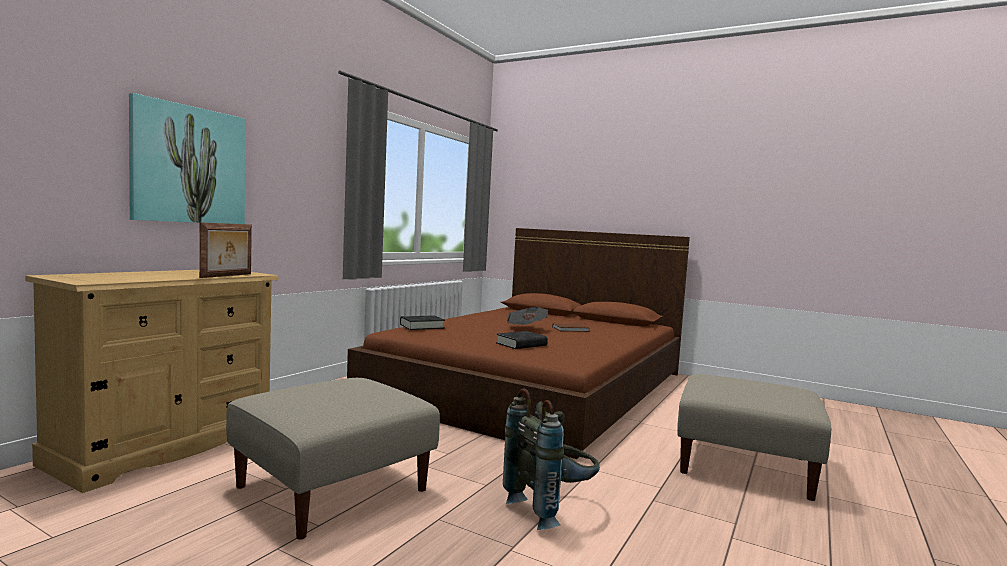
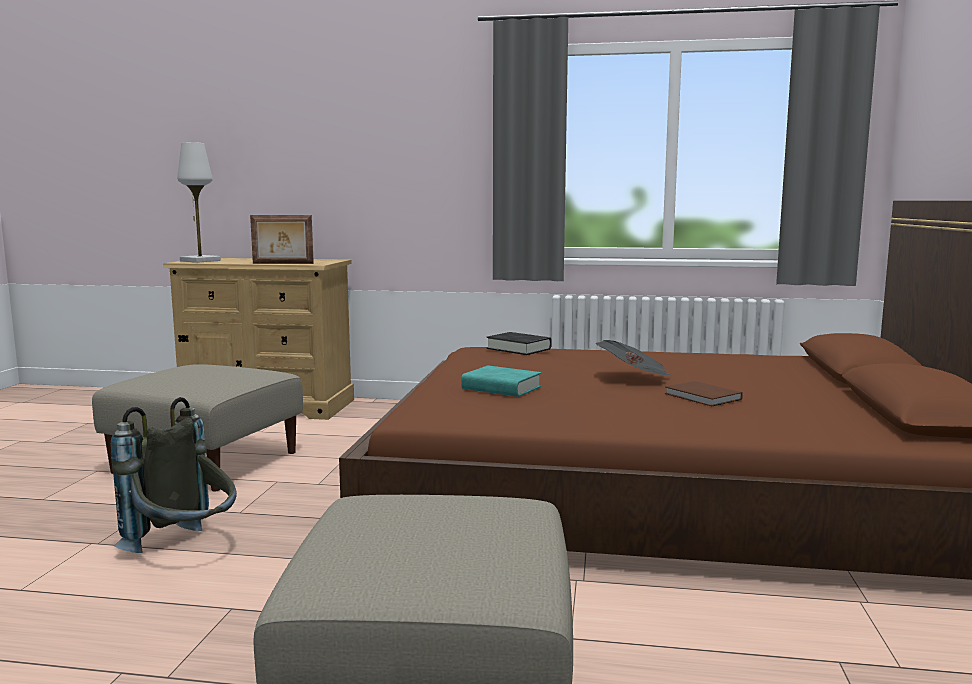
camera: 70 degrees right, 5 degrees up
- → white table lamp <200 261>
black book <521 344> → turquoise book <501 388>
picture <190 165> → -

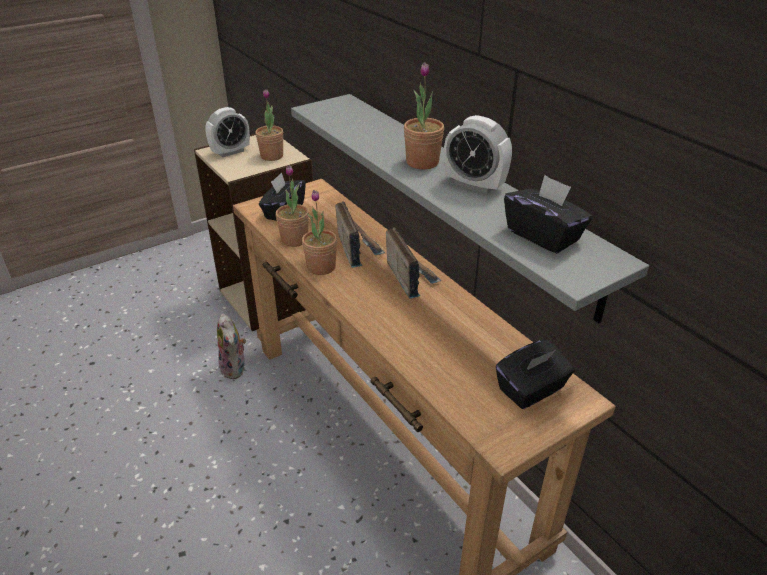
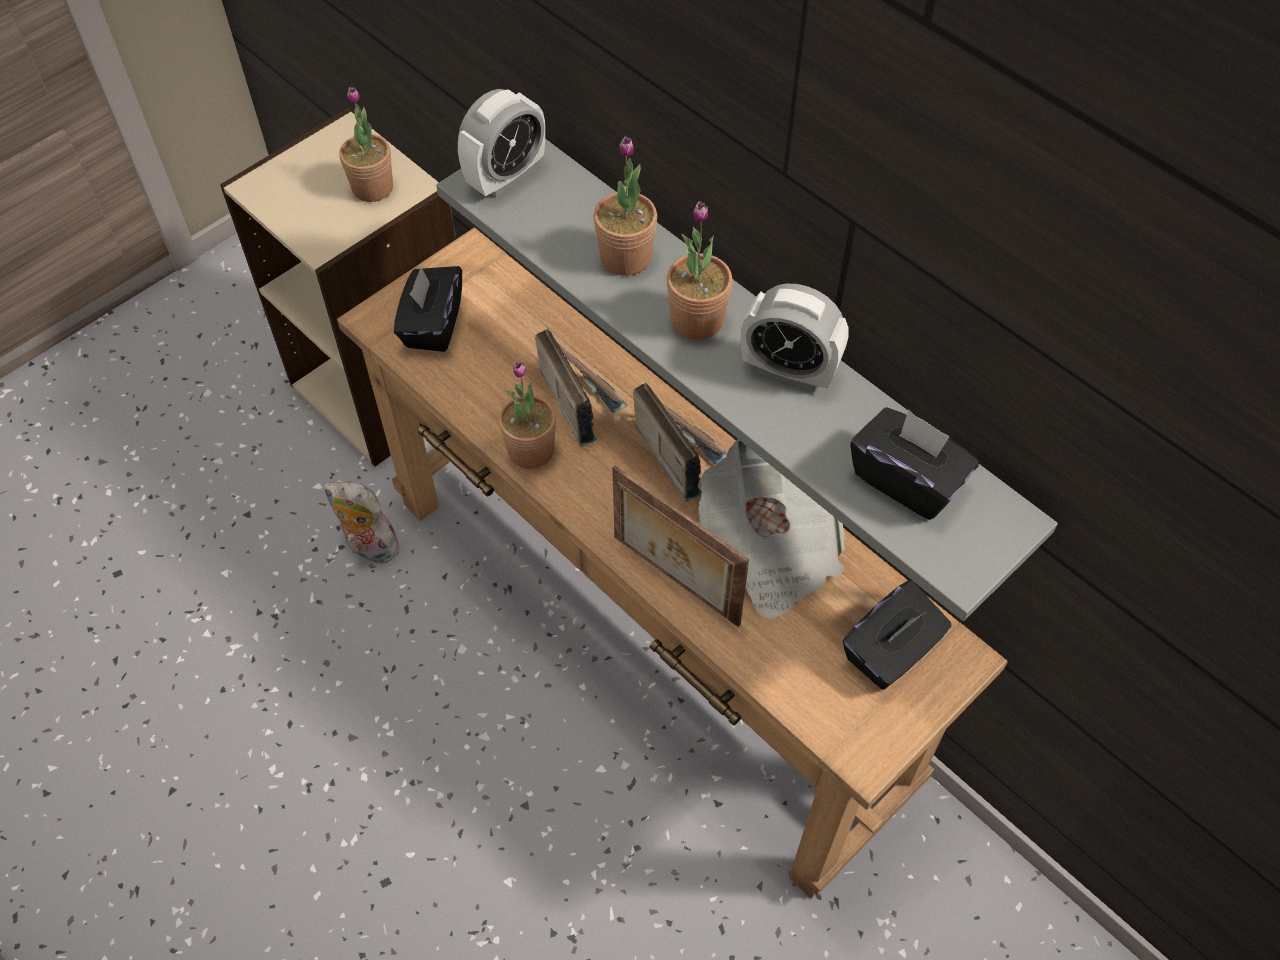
camera: 10 degrees left, 20 degrees up
plush toy <235 368> → plush toy <368 547>, 150 degrees clockwise
alarm clock <230 152> → alarm clock <506 177>, move
potted plant <294 240> → potted plant <625 257>, move
- → picture frame <674 582>
- → newspaper <769 548>

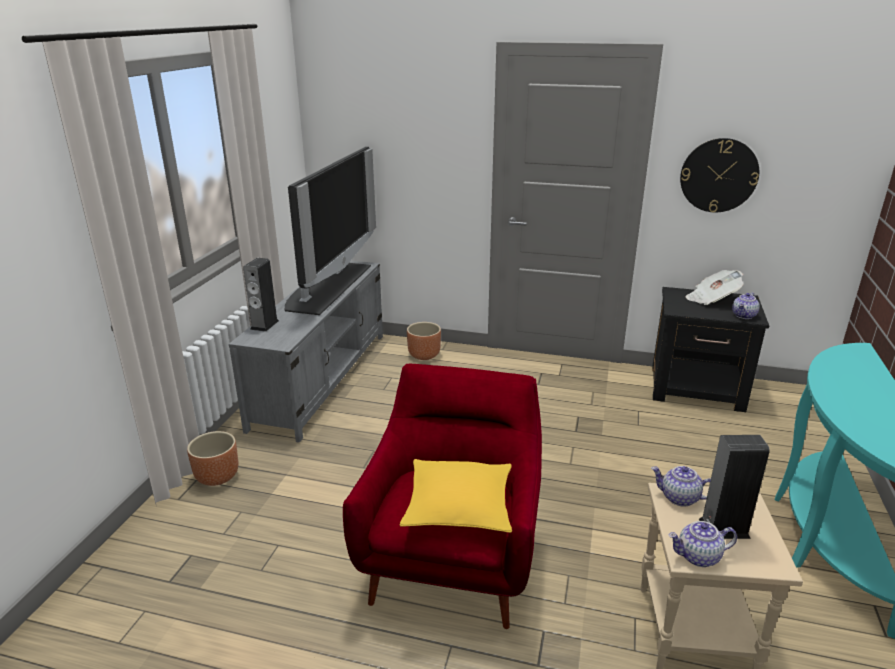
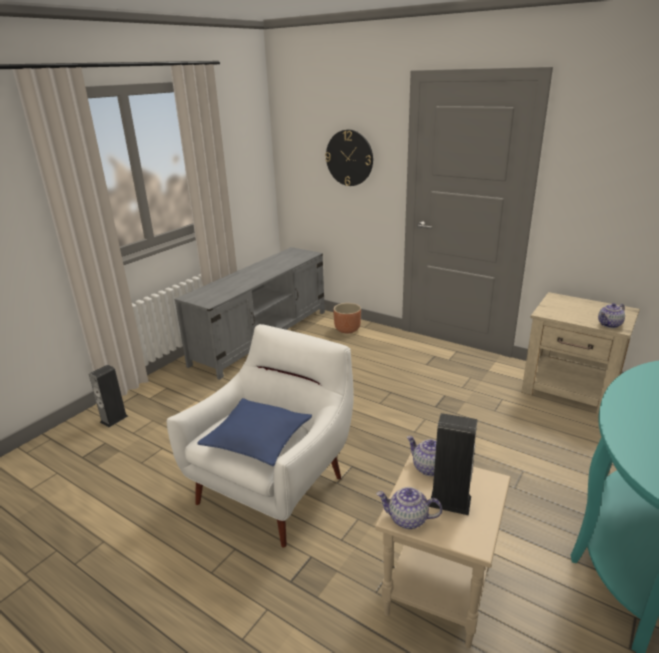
camera: 20 degrees right, 0 degrees up
speaker <264 325> → speaker <114 419>, move
red armchair <452 559> → white armchair <275 485>
yellow pillow <458 506> → blue pillow <257 439>
wall clock <718 175> → wall clock <349 158>, move
black nightstand <698 389> → beige nightstand <571 390>
brown planter <218 476> → -
television <328 286> → -
newspaper <711 299> → -

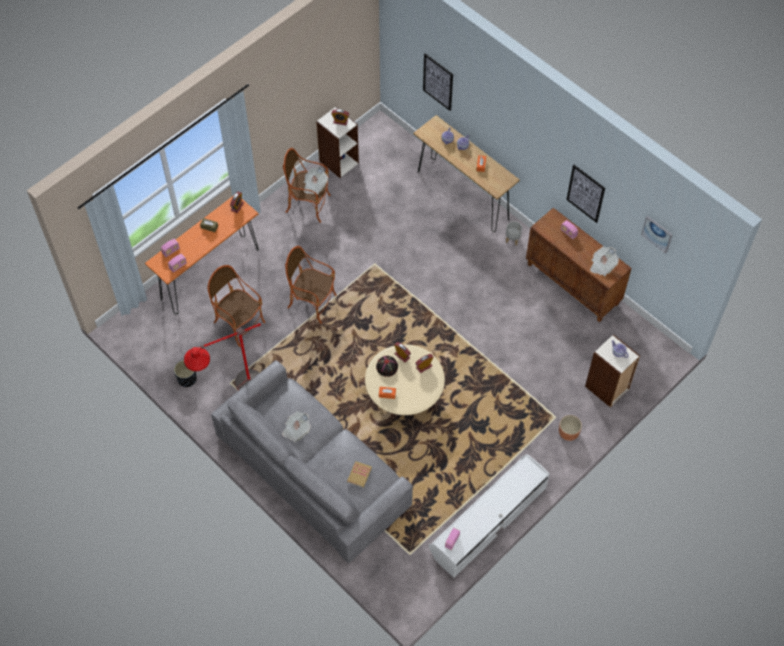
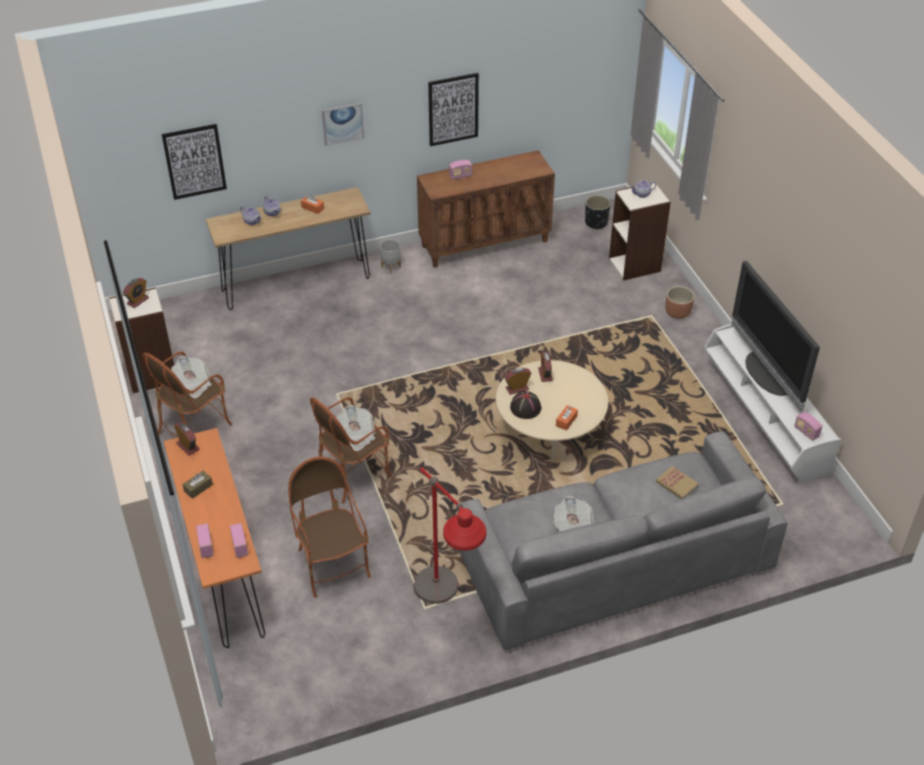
camera: 65 degrees left, 15 degrees down
armchair <239 324> → armchair <332 565>, 90 degrees clockwise
picture <657 234> → picture <342 123>, move
newspaper <602 265> → newspaper <356 435>, move
black planter <187 379> → black planter <596 223>, move
- → television <766 374>

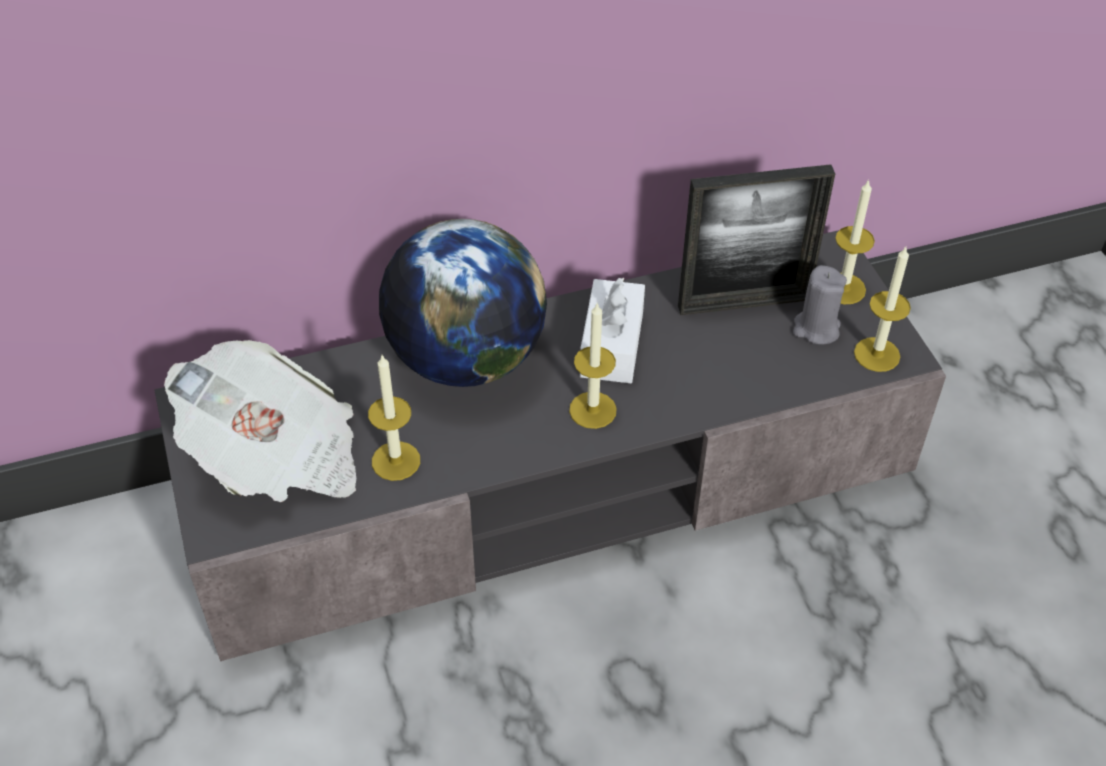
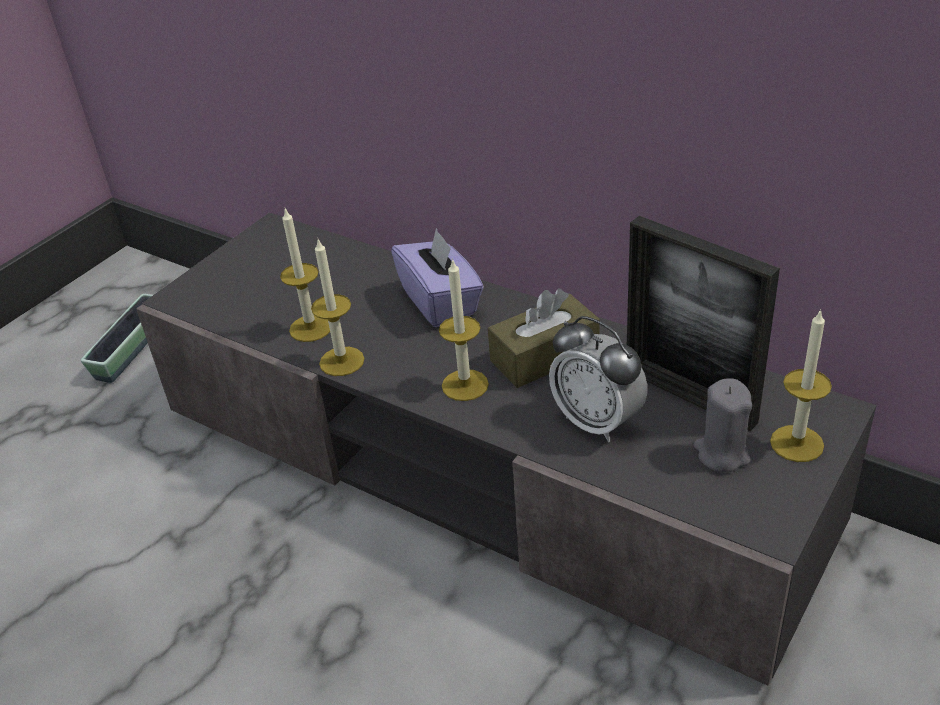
camera: 55 degrees right, 10 degrees down
- → planter <132 349>
candle <877 354> → candle <341 361>, move
globe <465 359> → purple tissue box <440 302>
white tissue box <611 345> → brown tissue box <544 356>
- → alarm clock <597 422>
newspaper <276 456> → -

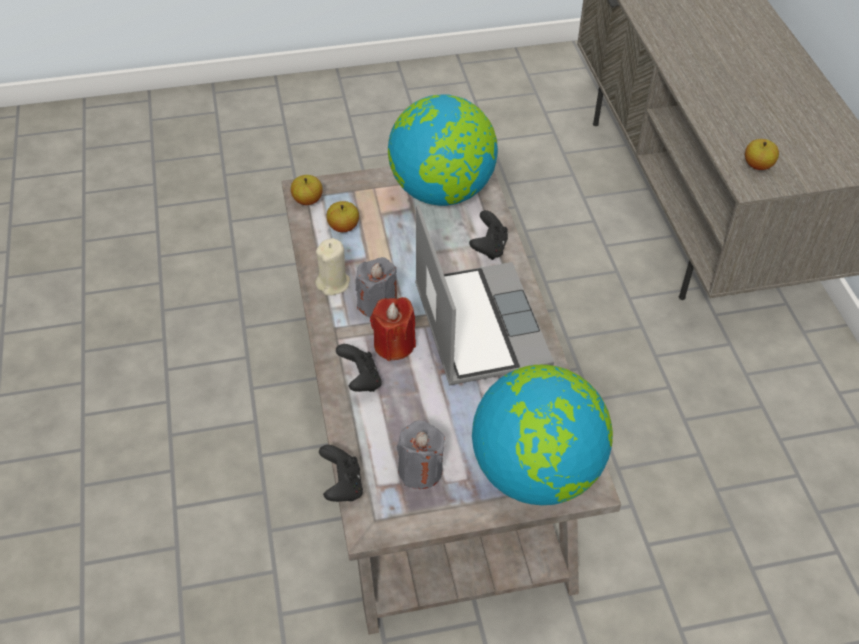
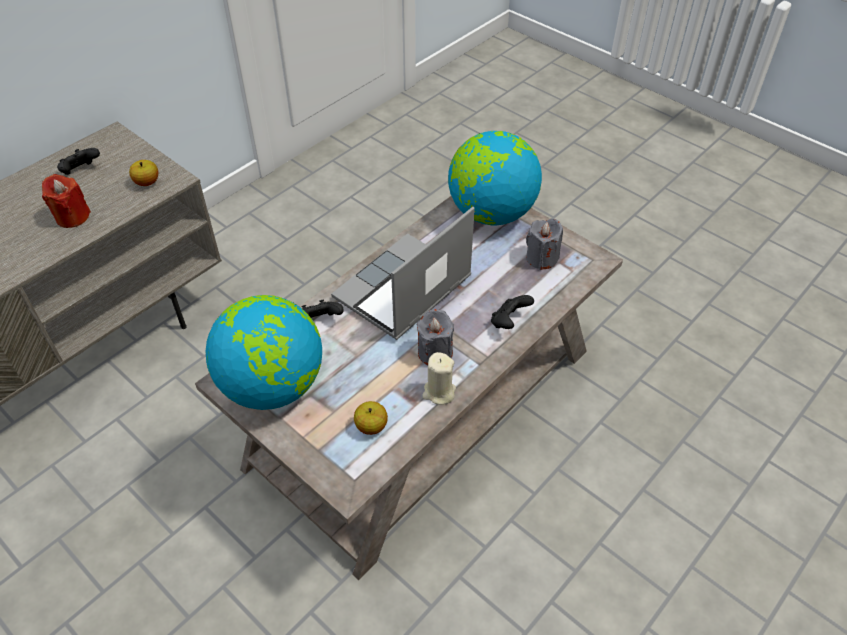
camera: 125 degrees left, 0 degrees up
red candle <394 345> → red candle <72 217>, move
black game controller <342 486> → black game controller <81 171>, move
apple <307 200> → -

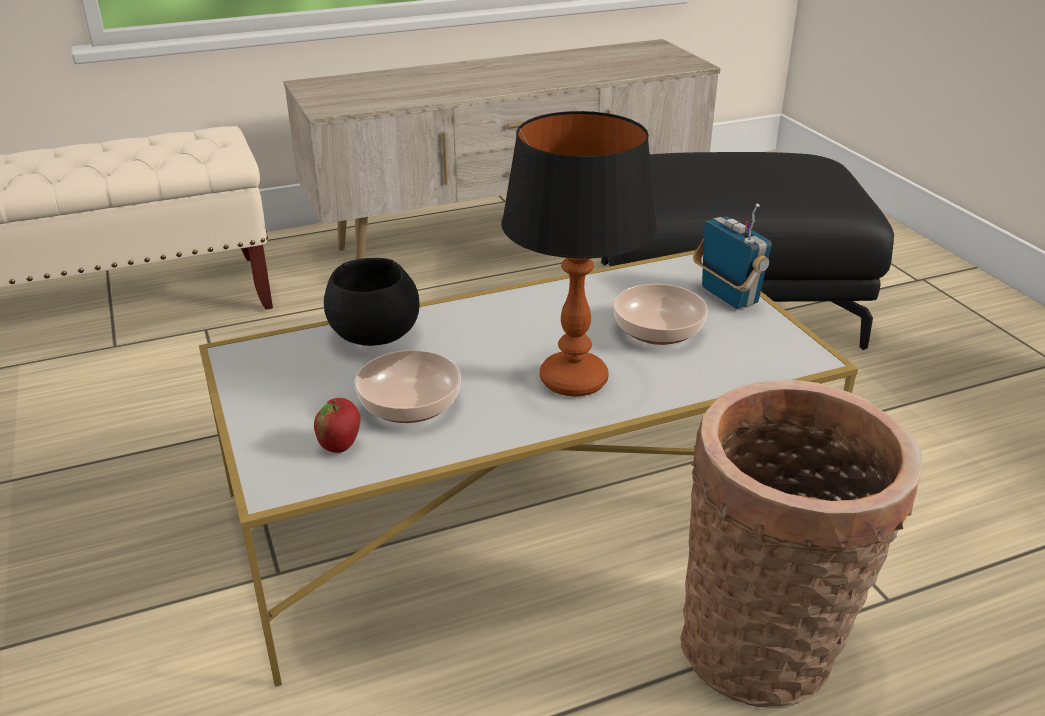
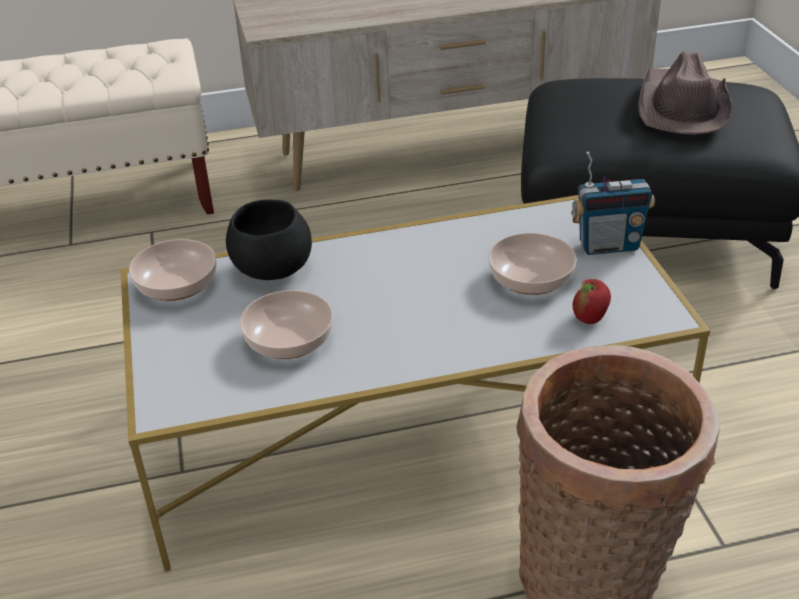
camera: 10 degrees right, 5 degrees up
- → bowl <178 285>
radio <728 296> → radio <608 245>, 105 degrees clockwise
apple <340 446> → apple <590 318>, move
- → brown hat <682 106>
table lamp <572 380> → -

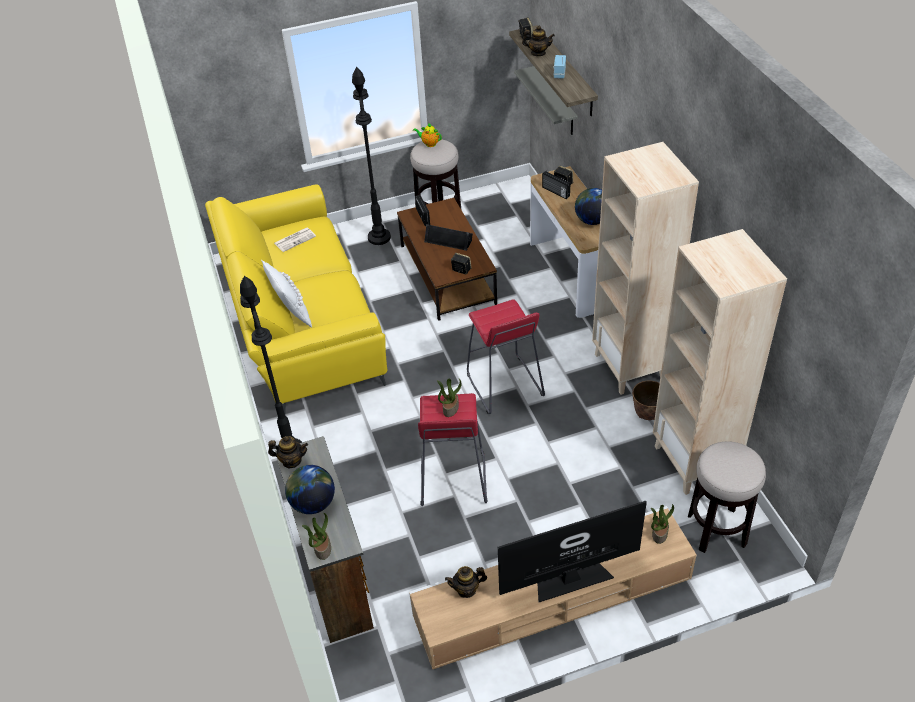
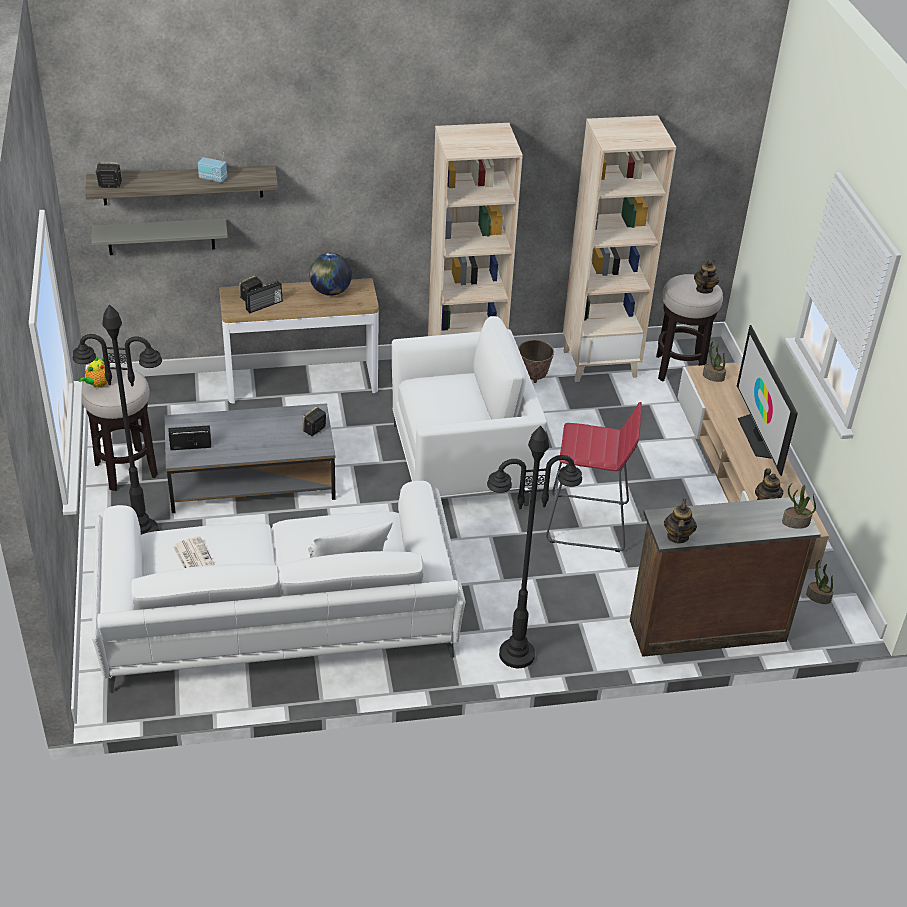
camera: 85 degrees left, 5 degrees down
yellow sofa <300 320> → white sofa <278 627>
brown coffee table <447 274> → grey coffee table <251 480>
red stool <504 385> → white armchair <462 464>
teapot <538 53> → teapot <704 289>, move
potted plant <450 408> → potted plant <817 597>, move
globe <313 503> → -
black speaker <448 240> → -

